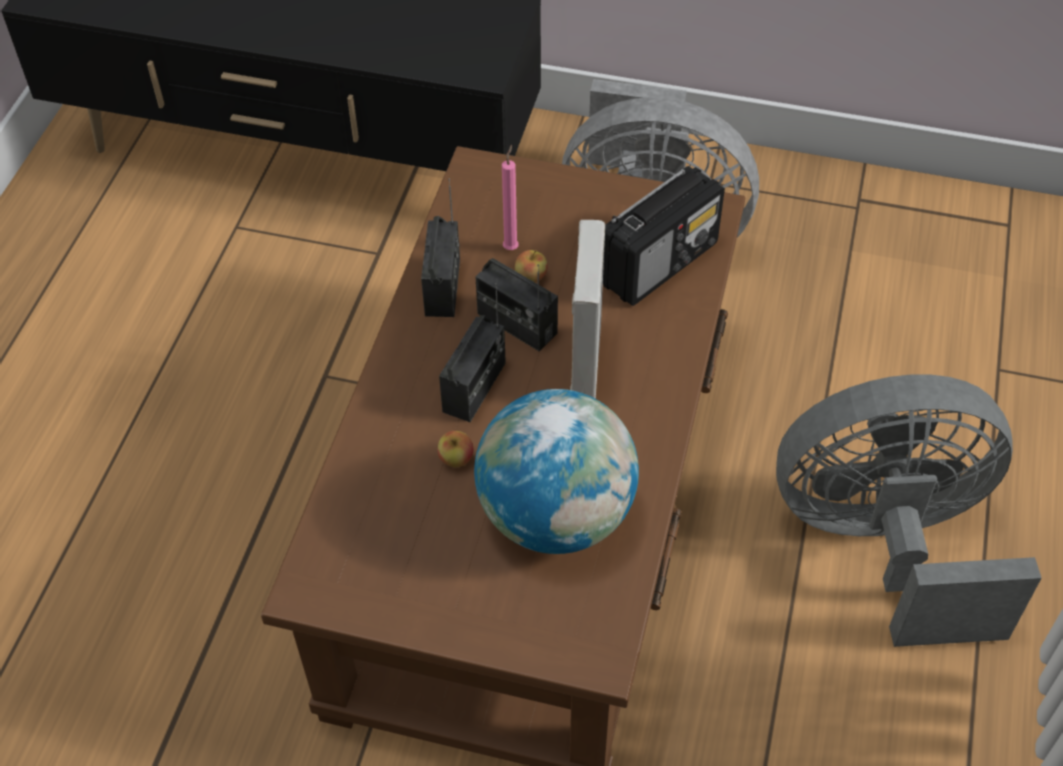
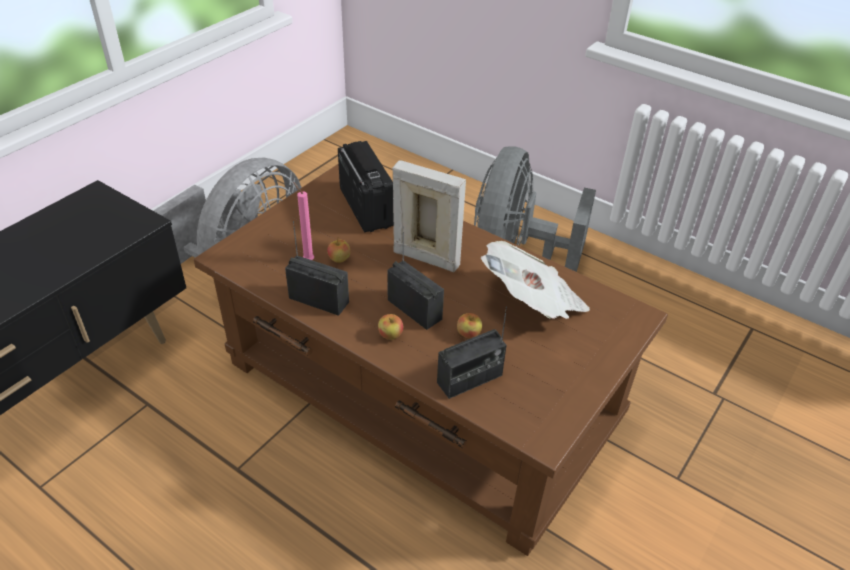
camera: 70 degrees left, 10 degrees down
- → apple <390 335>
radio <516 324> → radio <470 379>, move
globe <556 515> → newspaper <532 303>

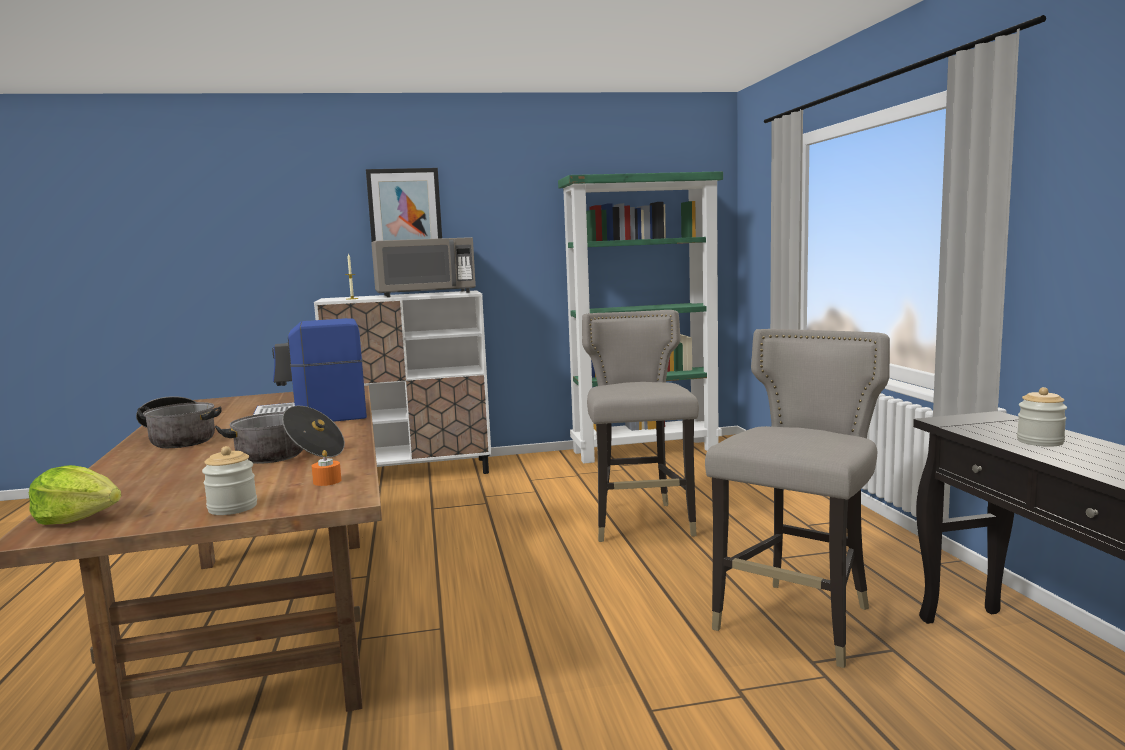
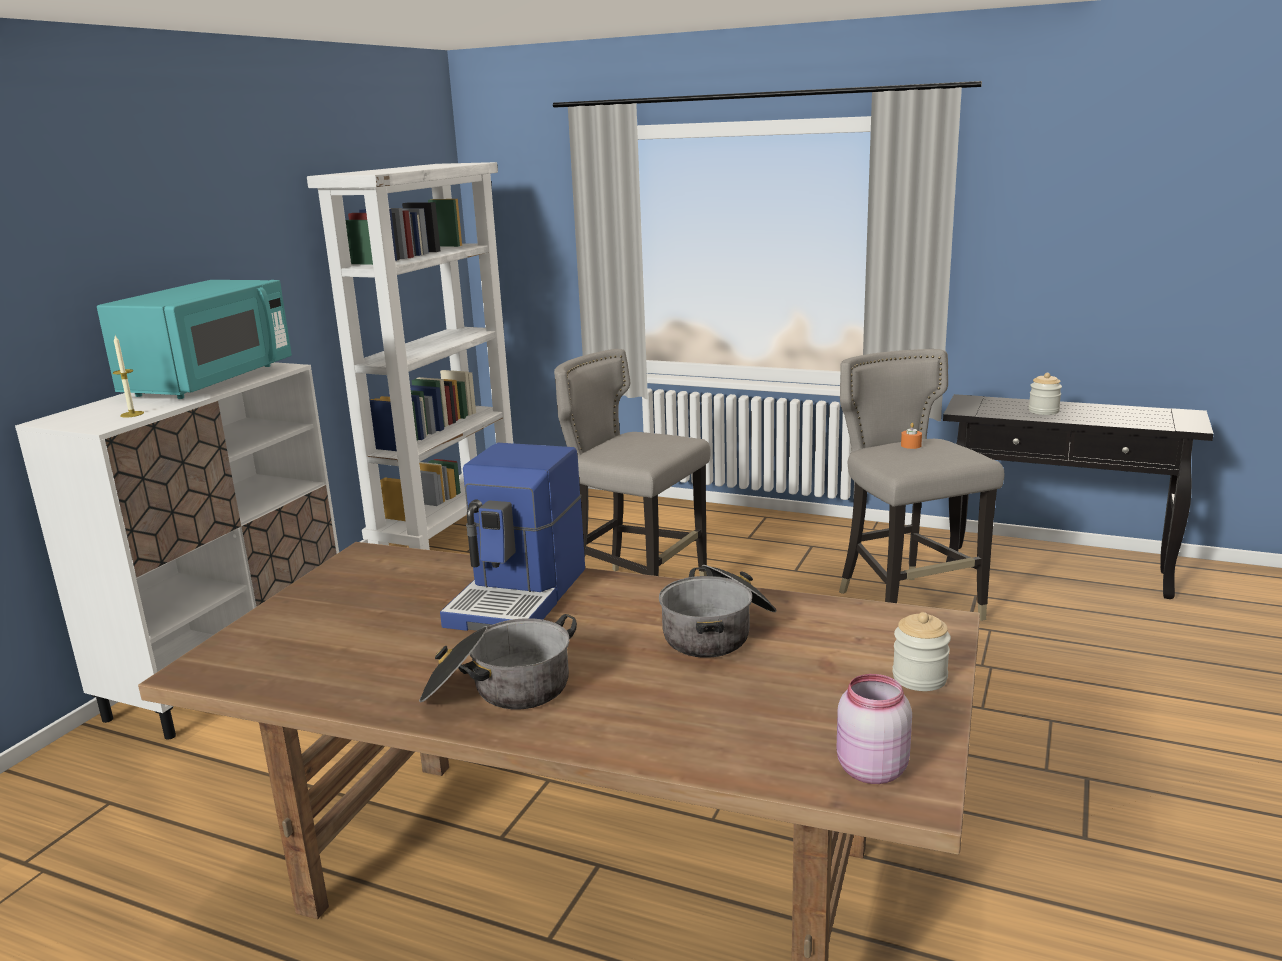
camera: 55 degrees left, 10 degrees up
grey microwave <425 294> → turquoise microwave <210 381>
green bookcase <646 450> → white bookcase <448 526>
lettuce <78 518> → pink jar <869 770>
orange candle <327 481> → orange candle <911 445>, move
picture <405 212> → -

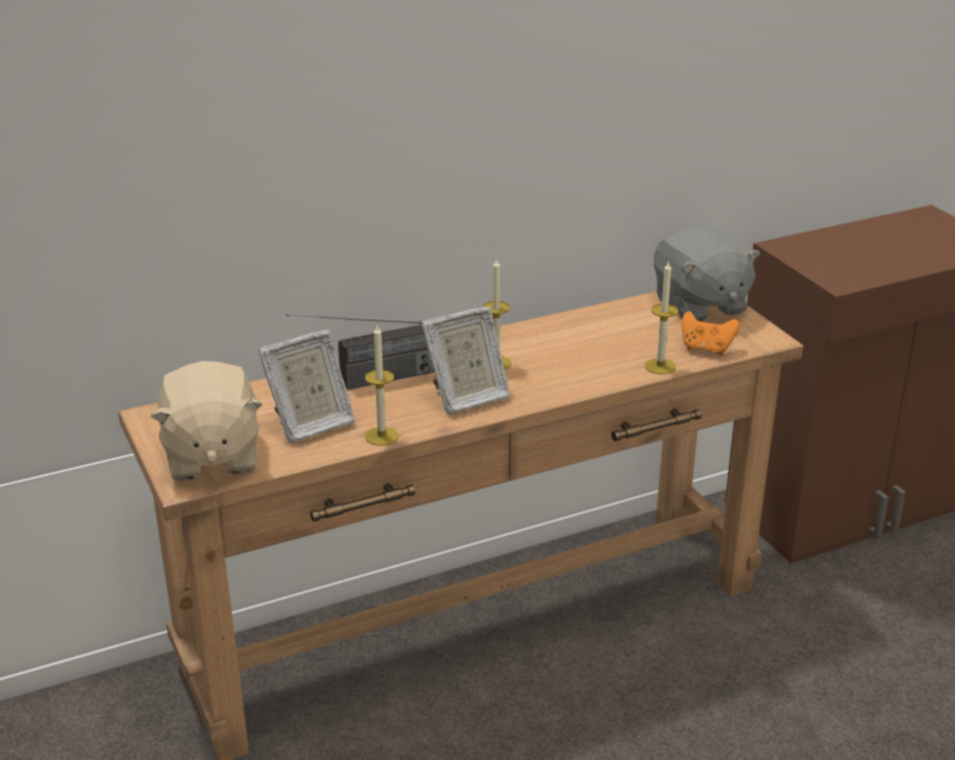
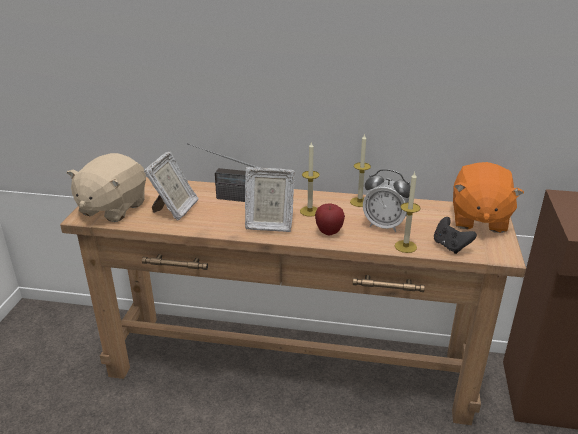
camera: 35 degrees right, 0 degrees up
picture frame <310 425> → picture frame <175 210>, 75 degrees counterclockwise
- → apple <329 232>
candle <381 436> → candle <359 202>, move
- → alarm clock <384 225>
orange game controller <706 348> → black game controller <450 246>
grey plush toy <699 305> → orange plush toy <478 219>

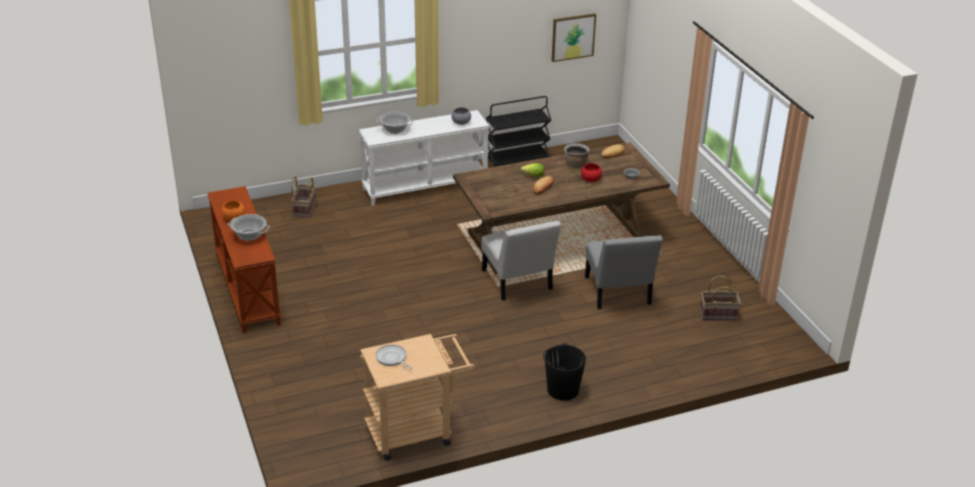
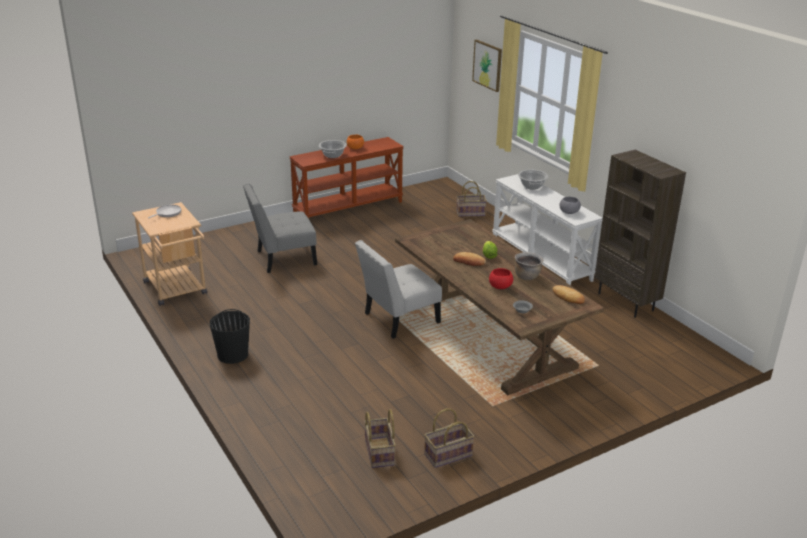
camera: 80 degrees right, 5 degrees down
grey chair <618 293> → grey chair <282 259>, move
- → basket <448 455>
picture <573 37> → picture <487 65>, move
black cart <516 161> → brown bookcase <626 302>

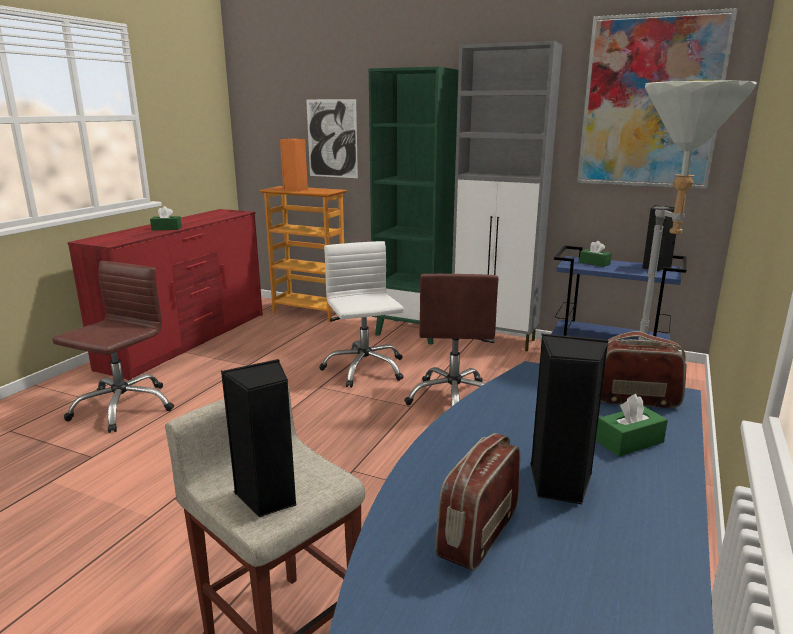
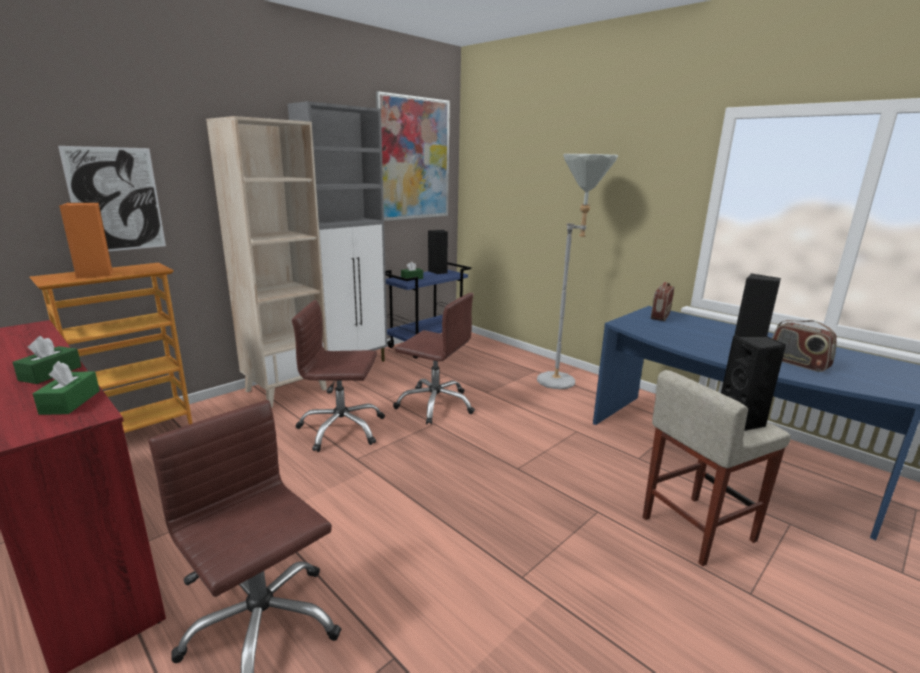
camera: 70 degrees left, 0 degrees up
green tissue box <629 442> → green tissue box <70 402>, move
green bookcase <413 331> → beige bookcase <286 389>
white office chair <364 369> → brown office chair <341 429>

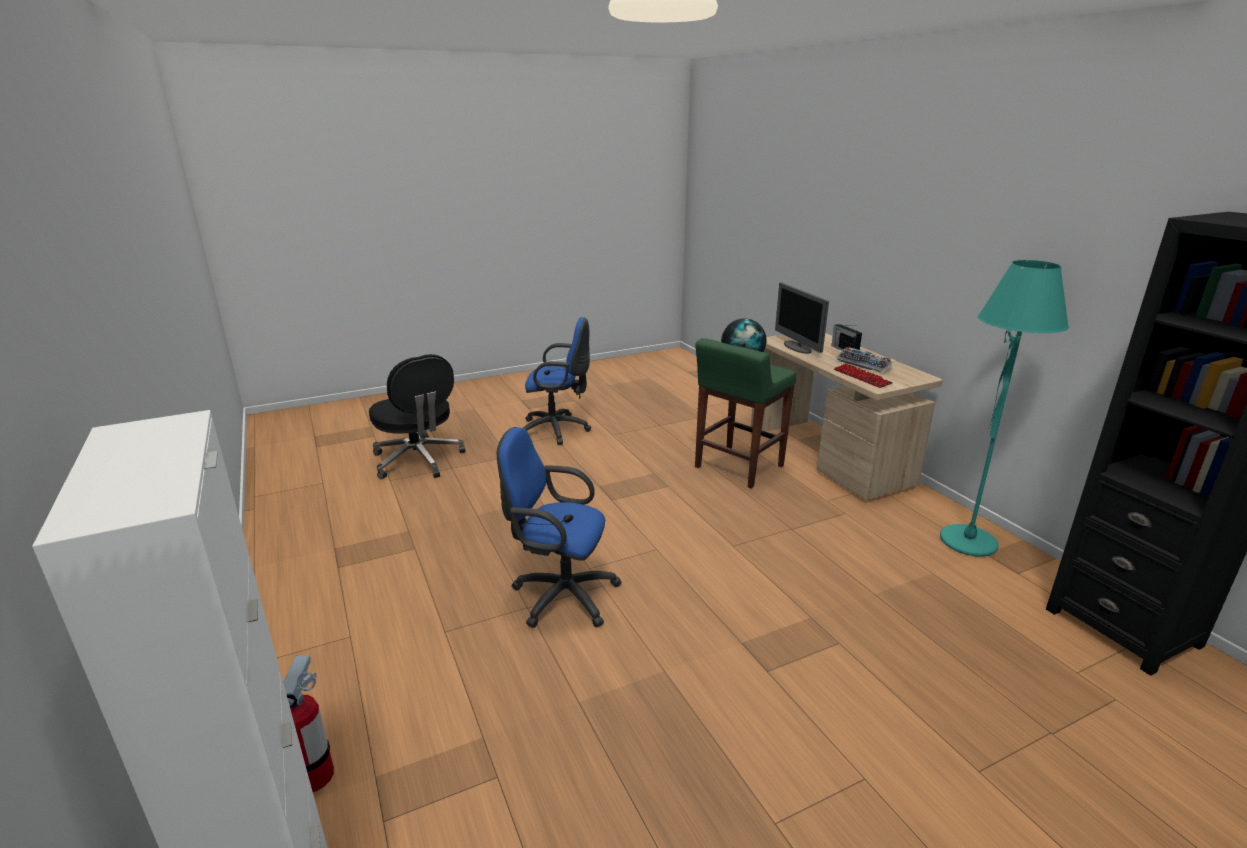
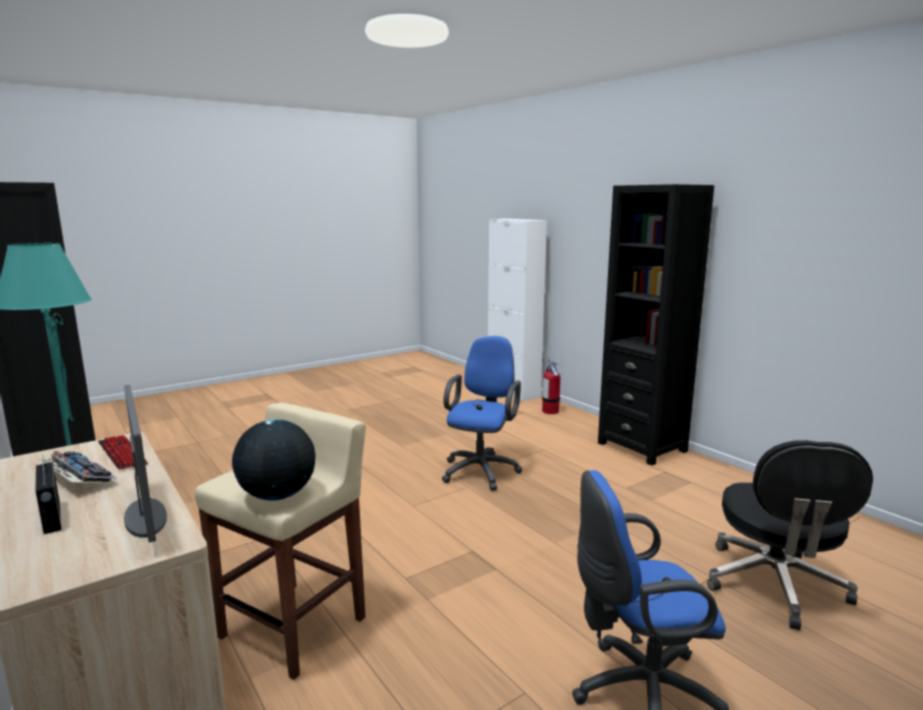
camera: 170 degrees right, 10 degrees down
green stool <738 467> → beige stool <295 626>
blue office chair <559 595> → blue office chair <482 470>, 75 degrees counterclockwise
- → black bookcase <642 447>
black office chair <418 460> → black office chair <774 585>, 120 degrees counterclockwise

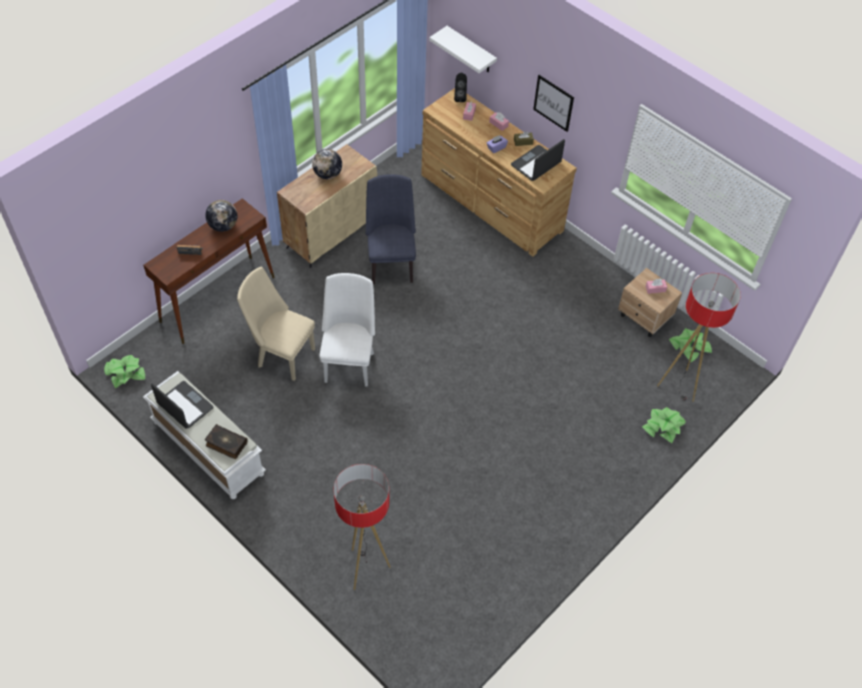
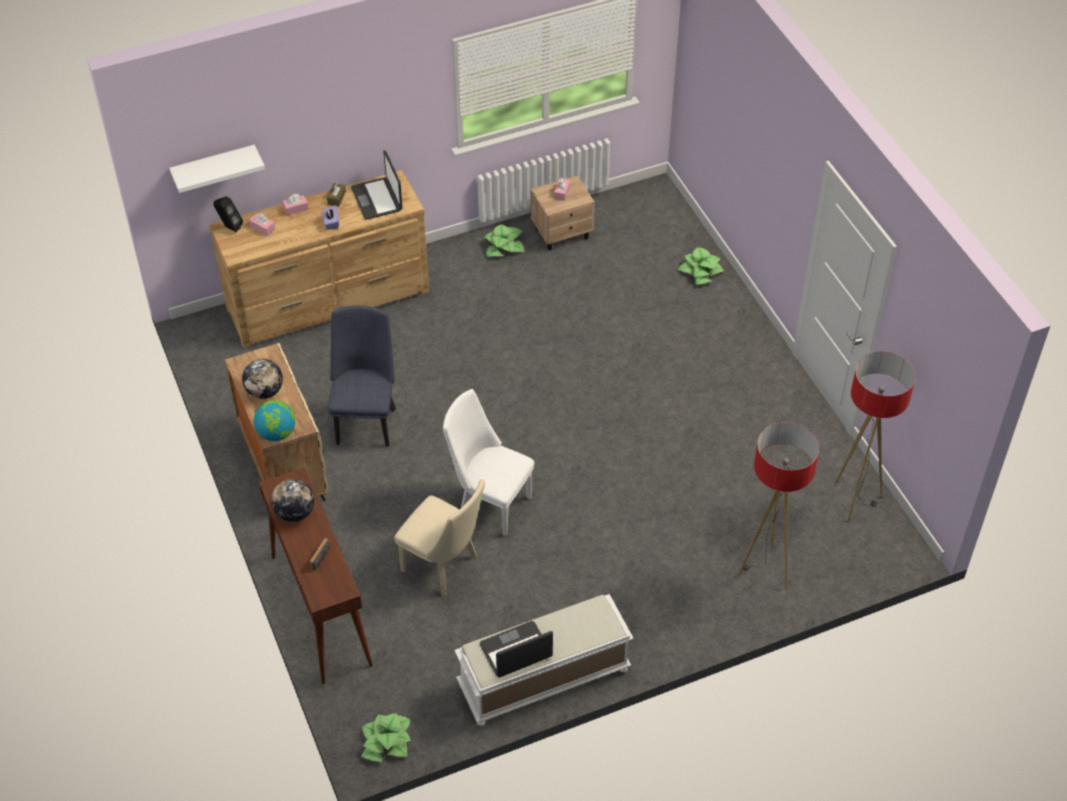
camera: 65 degrees left, 5 degrees down
- → globe <277 433>
blue chair <390 264> → blue chair <366 420>, 75 degrees clockwise
beige chair <282 355> → beige chair <444 567>, 105 degrees counterclockwise
potted plant <689 347> → potted plant <504 246>, move
floor lamp <679 386> → floor lamp <855 500>, move
book <226 444> → -
picture <553 103> → -

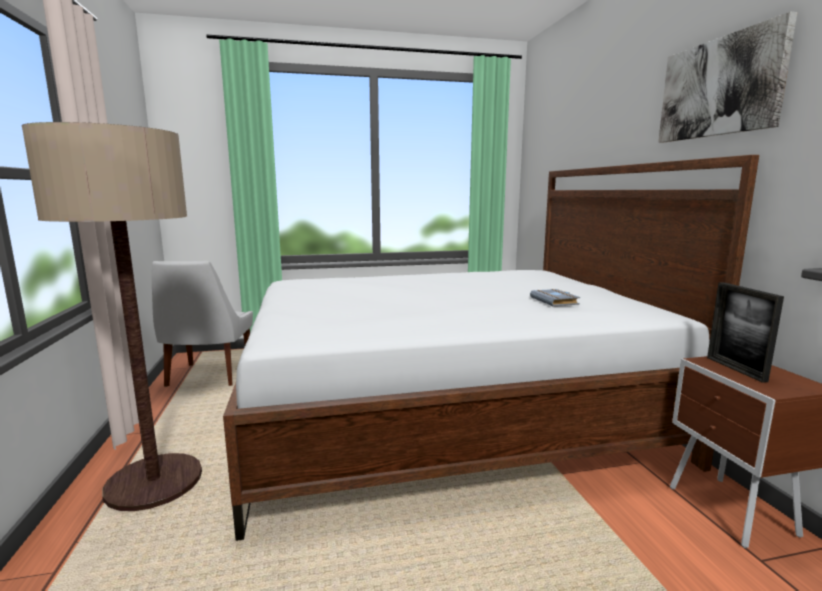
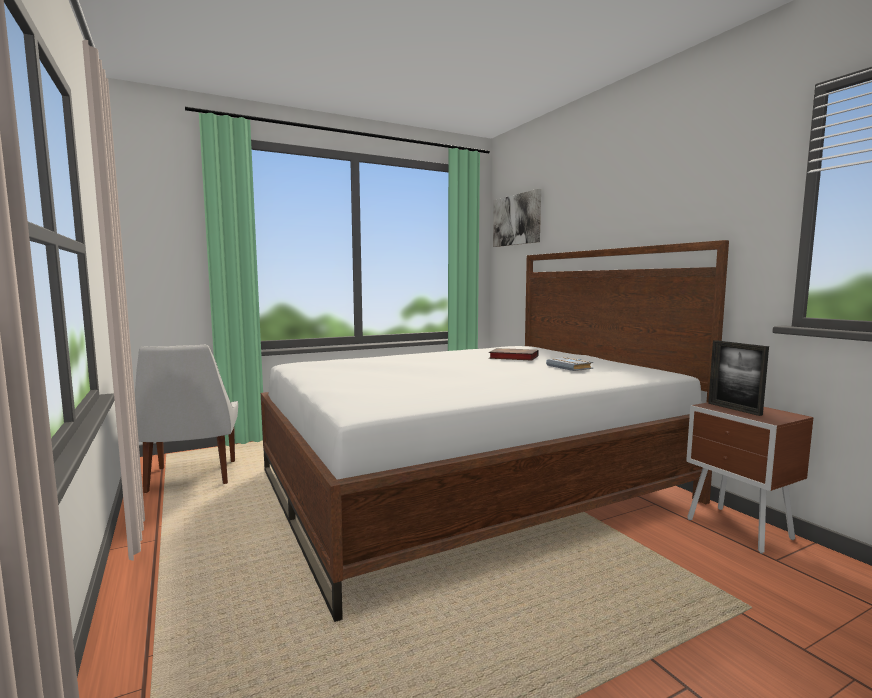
camera: 15 degrees left, 5 degrees down
- → book <512 357>
picture <719 87> → picture <517 220>, move
floor lamp <154 483> → -

